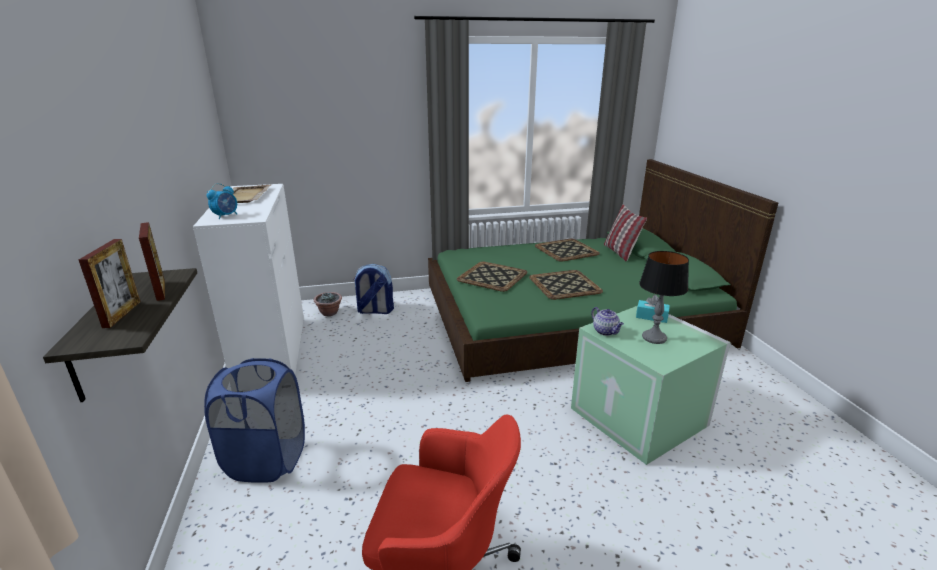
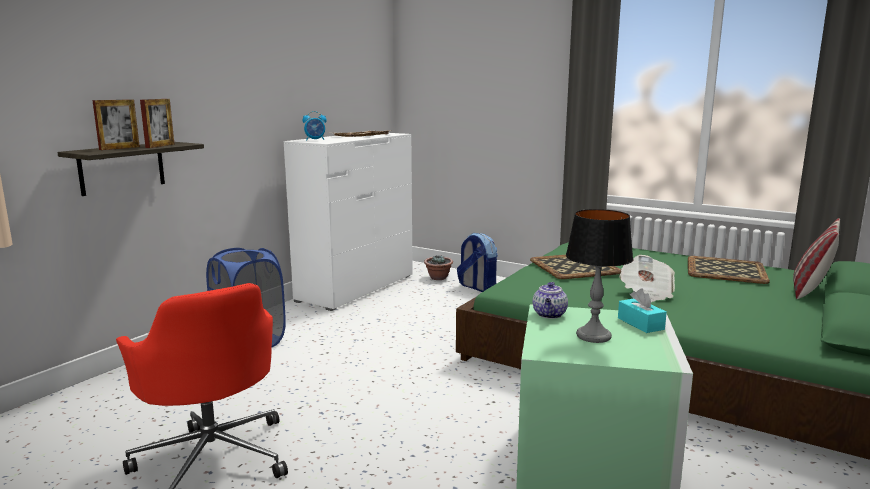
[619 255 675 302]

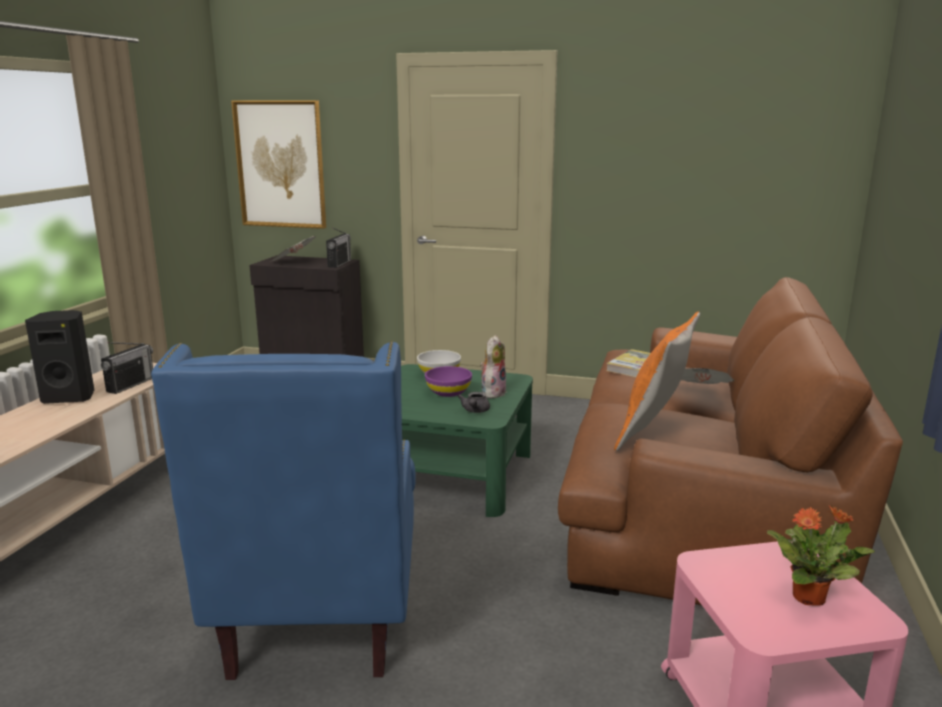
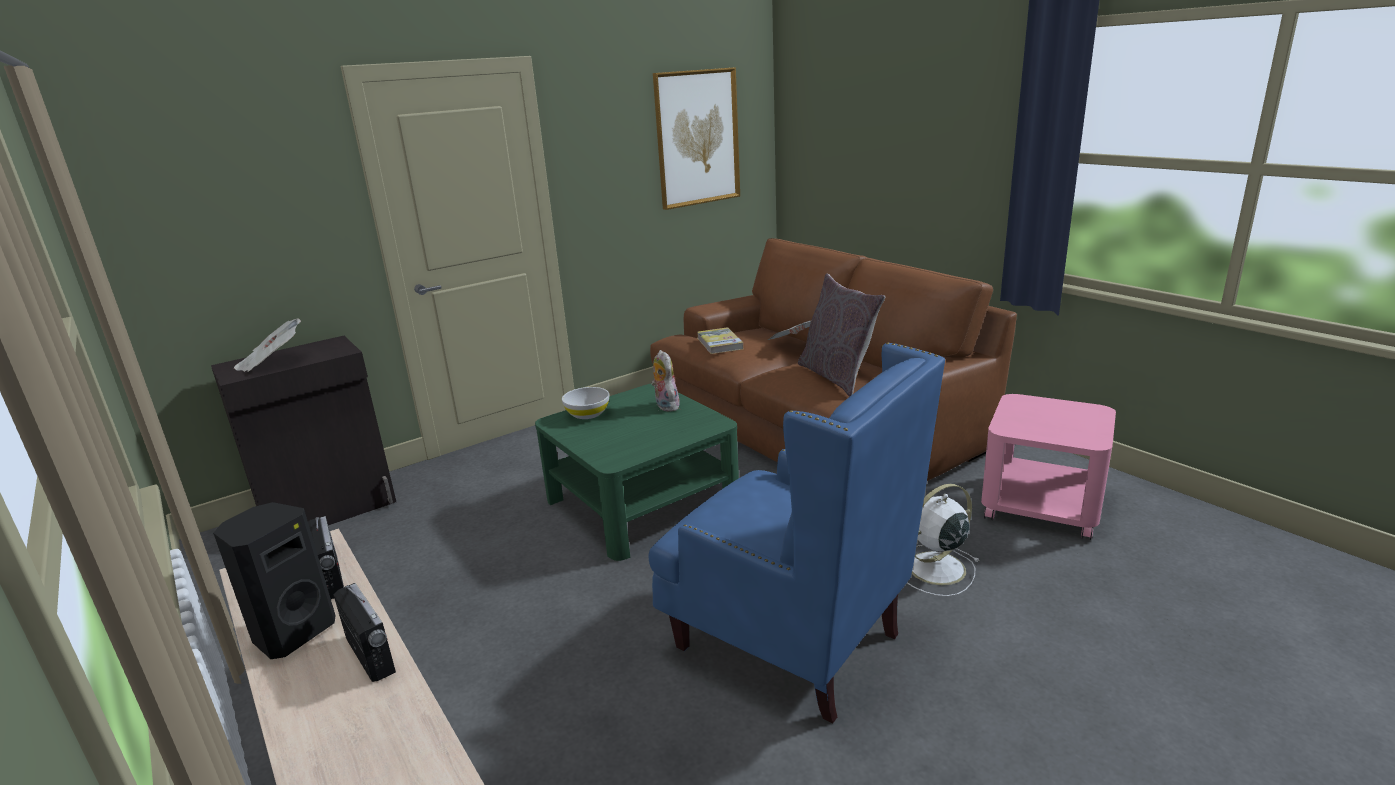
[333 583 396 682]
[653 67 740 210]
[798 273 885 396]
[907 484 980 596]
[425 366 472 397] (first image)
[458 392 490 413] (first image)
[767 505 875 606] (first image)

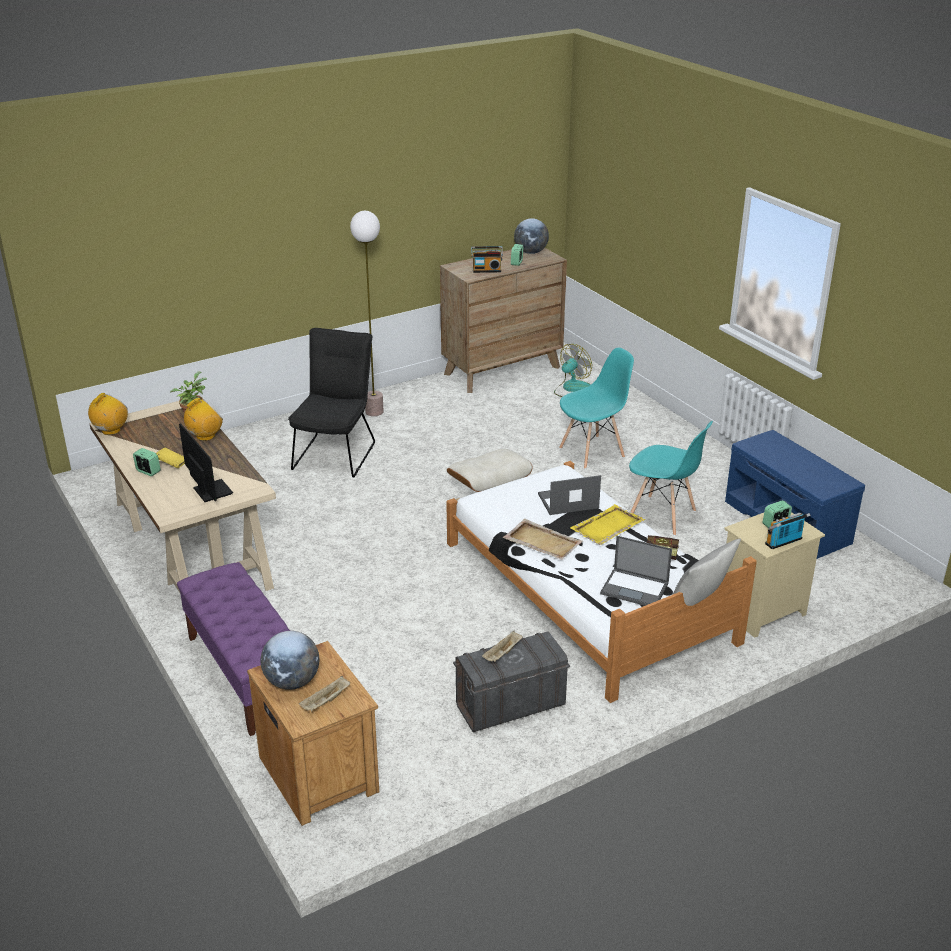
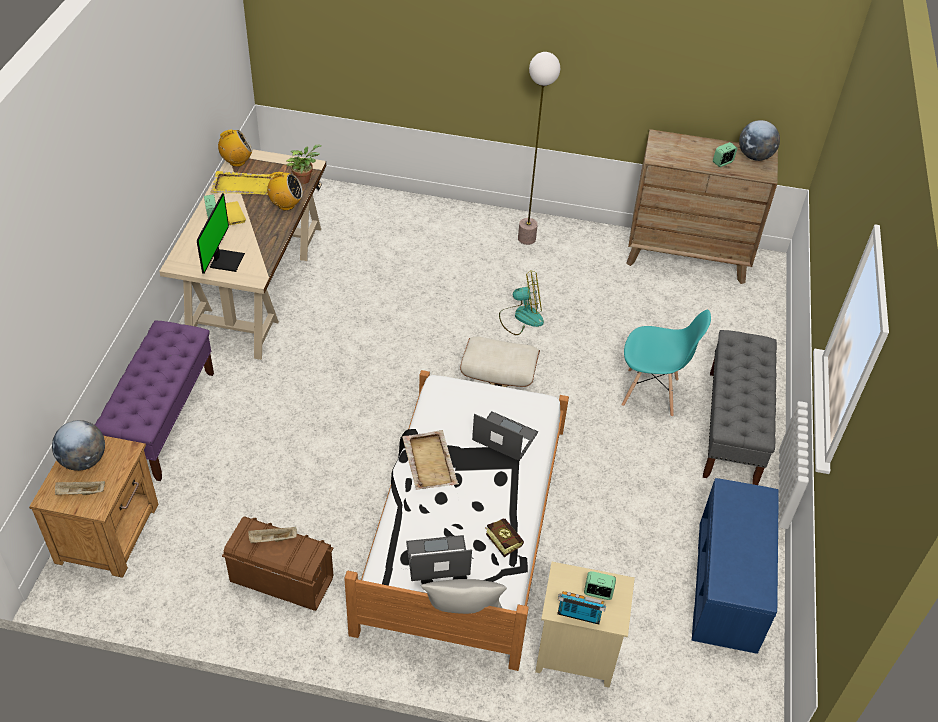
[210 171 274 195]
[222 516 334 611]
[406 535 472 581]
[499 271 544 335]
[703 330 777 485]
[288 328 375 478] (first image)
[471 246 503 273] (first image)
[629 421 713 536] (first image)

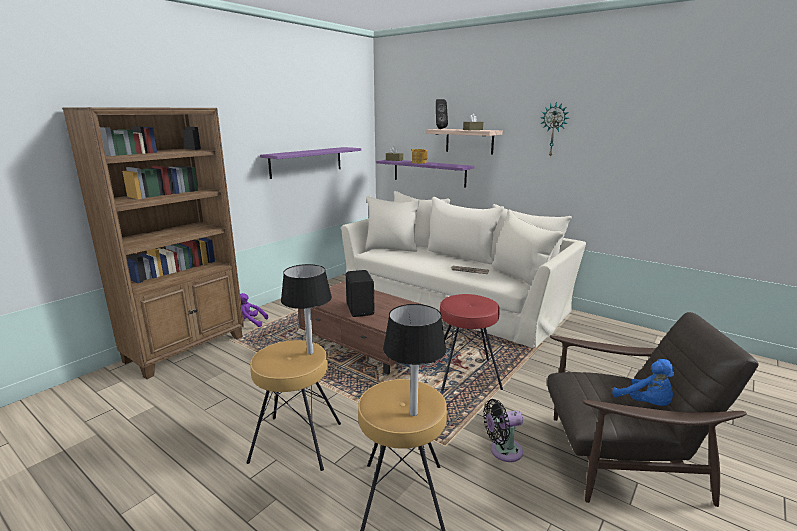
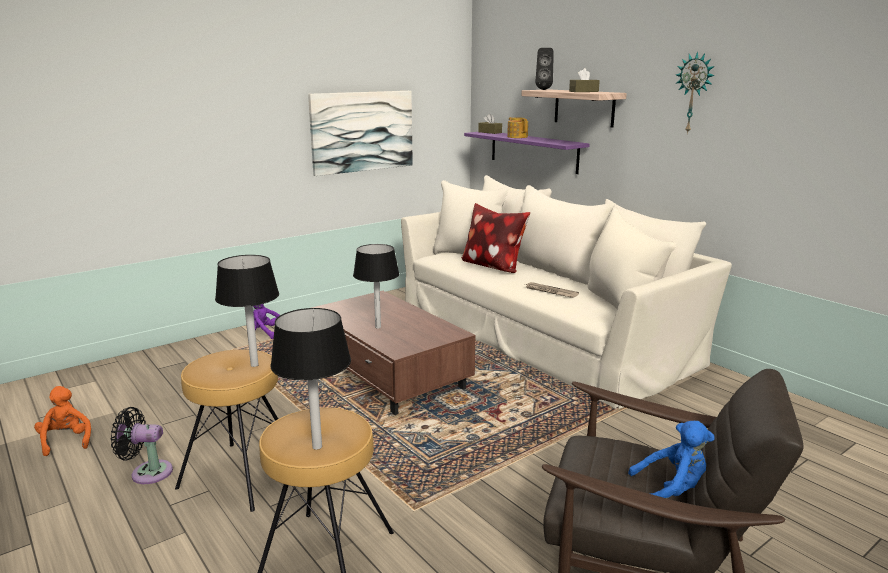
[34 386 91 456]
[110 407 173 484]
[308 91 413 176]
[353 244 399 328]
[461 203 530 273]
[628 421 715 498]
[62 107 244 379] (first image)
[434 294 503 391] (first image)

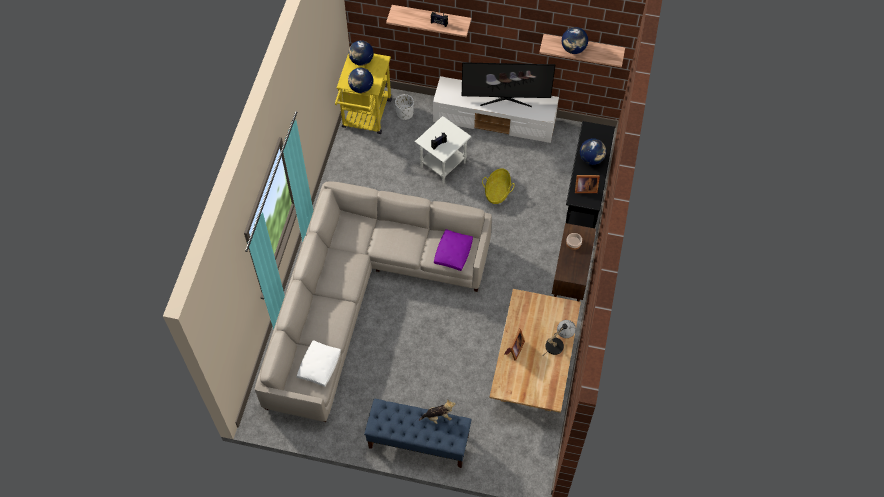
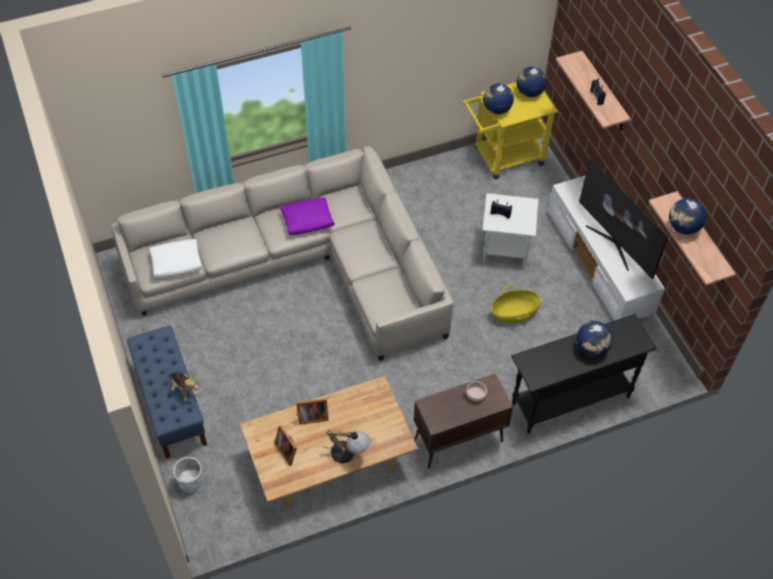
[173 457 203 493]
[274 425 297 466]
[281 198 334 235]

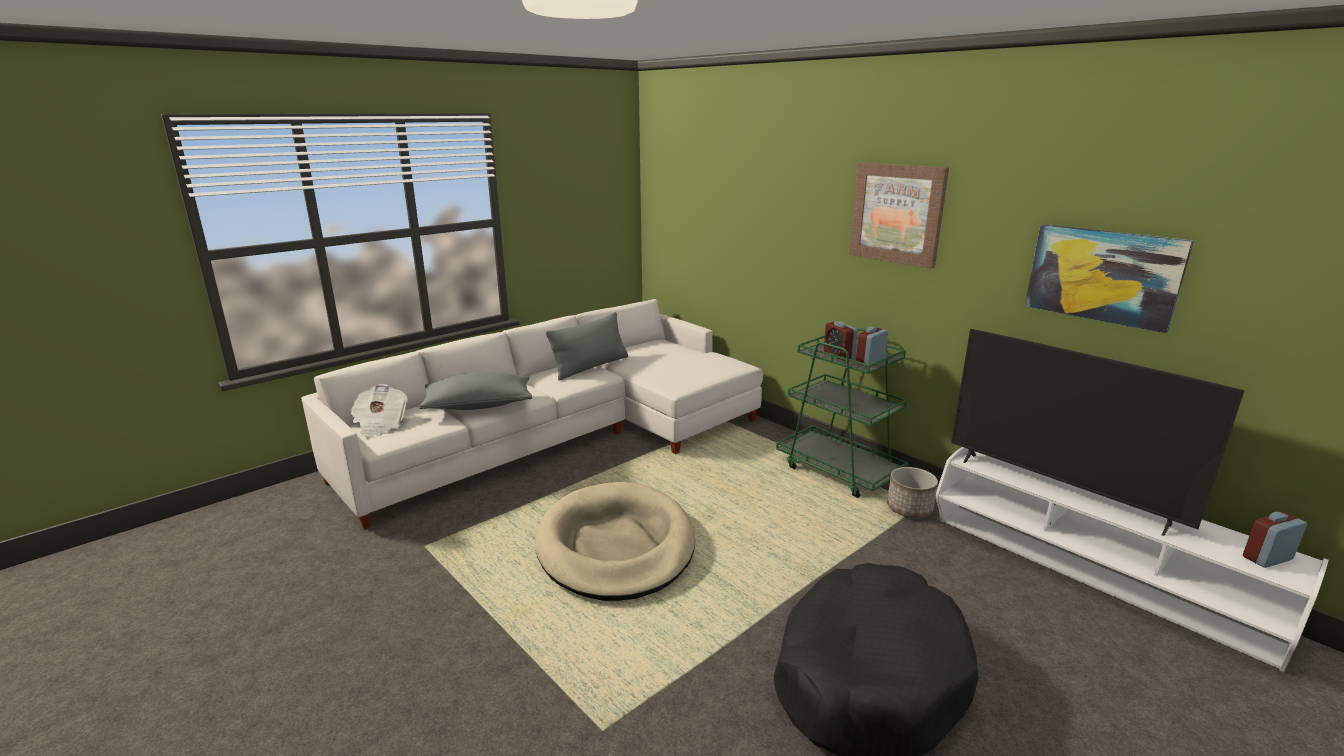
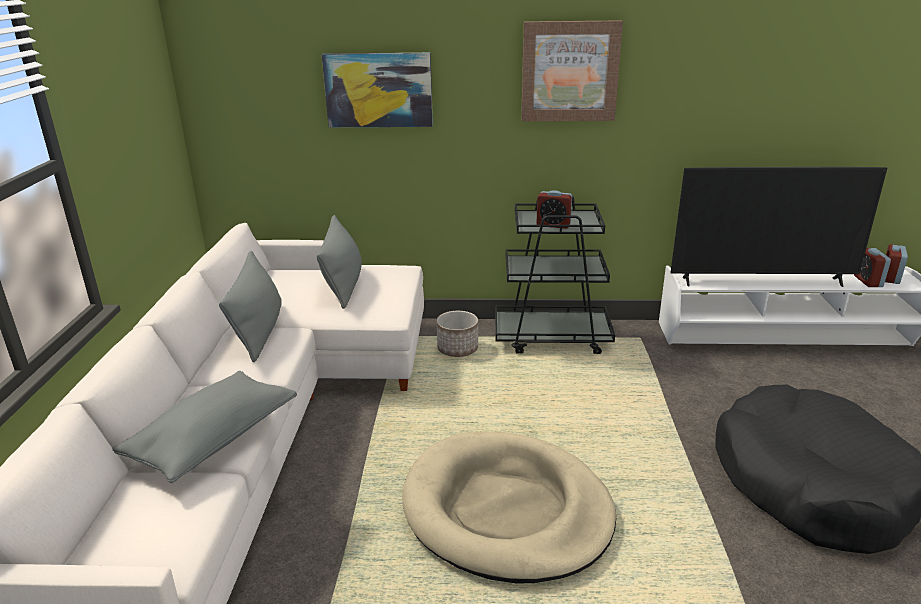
[317 215 362 309]
[322 53 433 127]
[437 311 478 357]
[495 195 615 354]
[854 248 891 287]
[350 384 408 437] (first image)

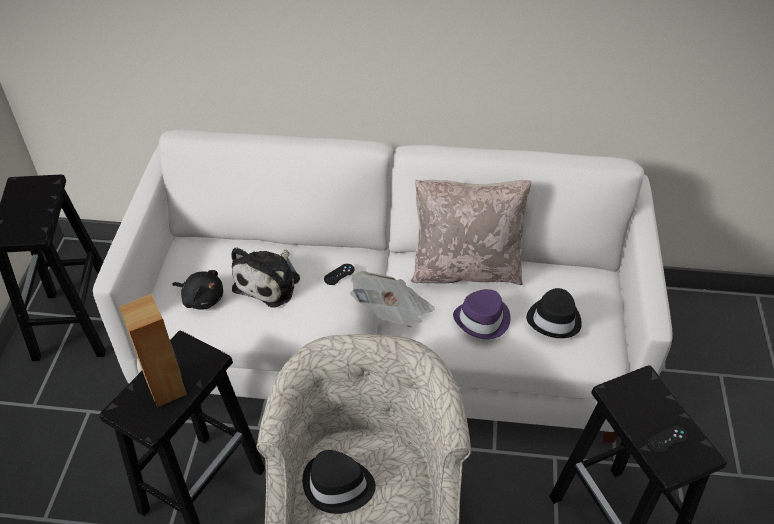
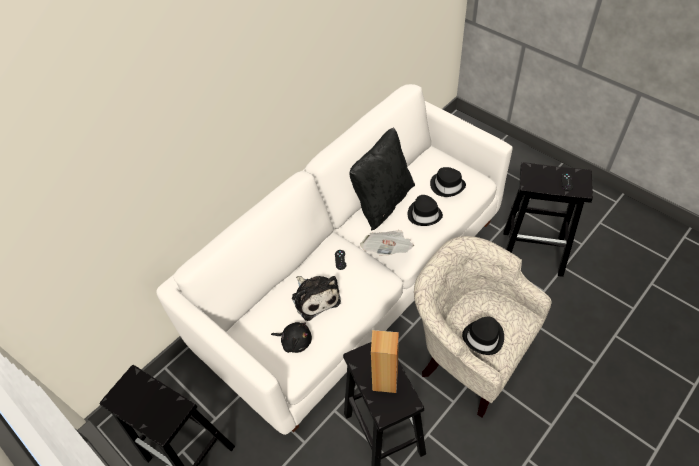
[271 322 312 353]
[349 128 415 231]
[408 195 443 226]

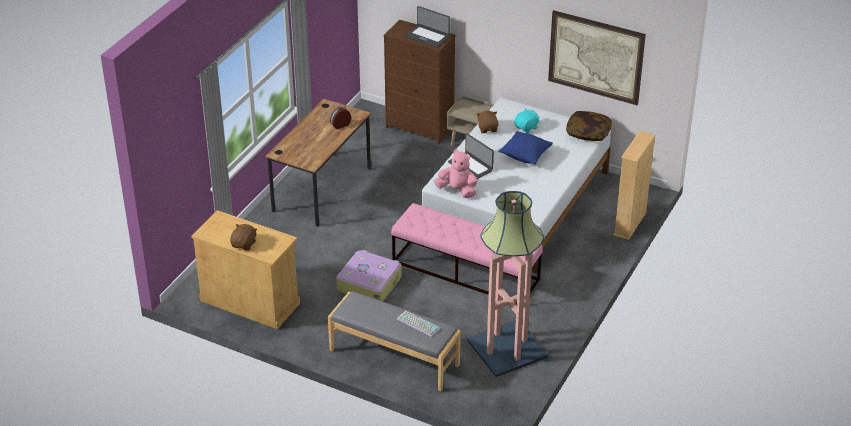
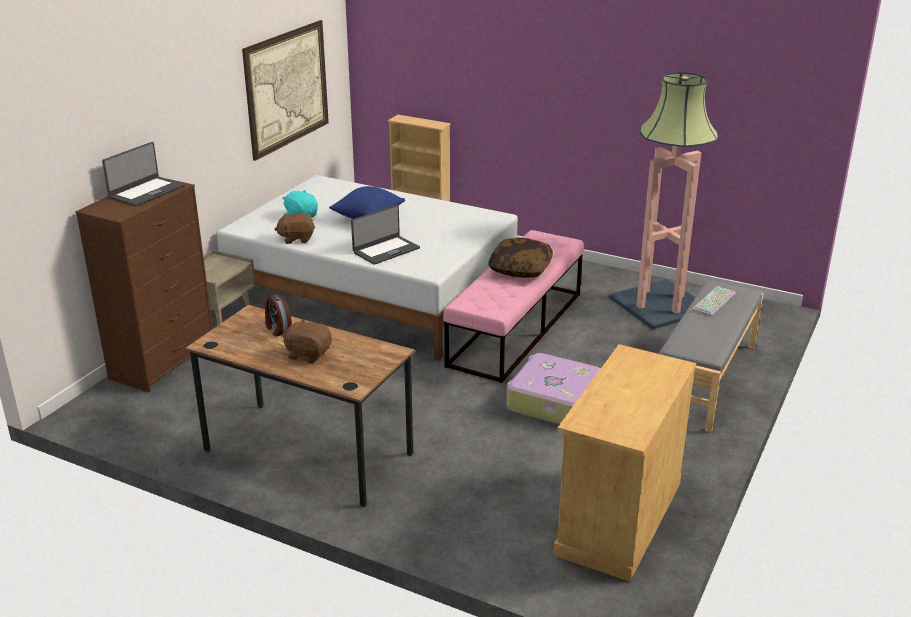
[283 318 332 364]
[488 238 553 278]
[434 149 478 198] (first image)

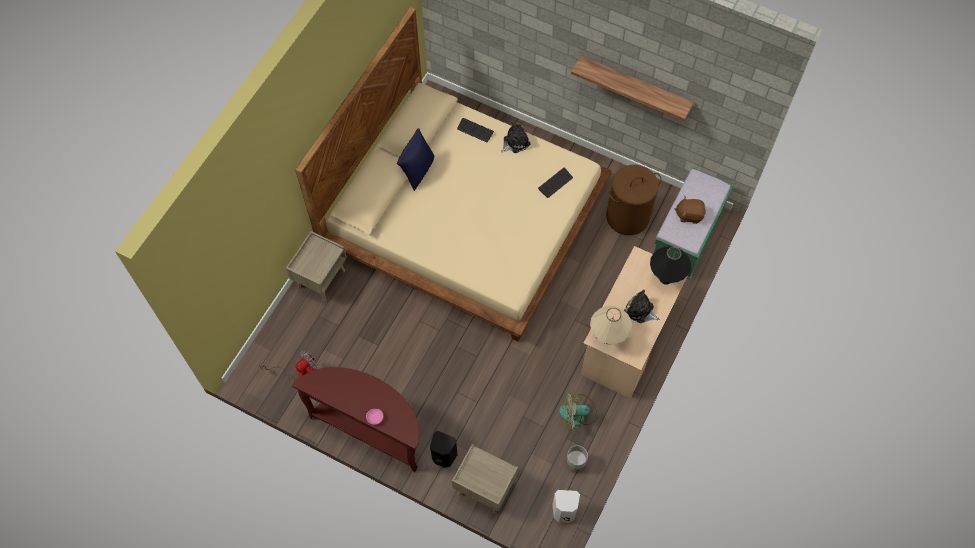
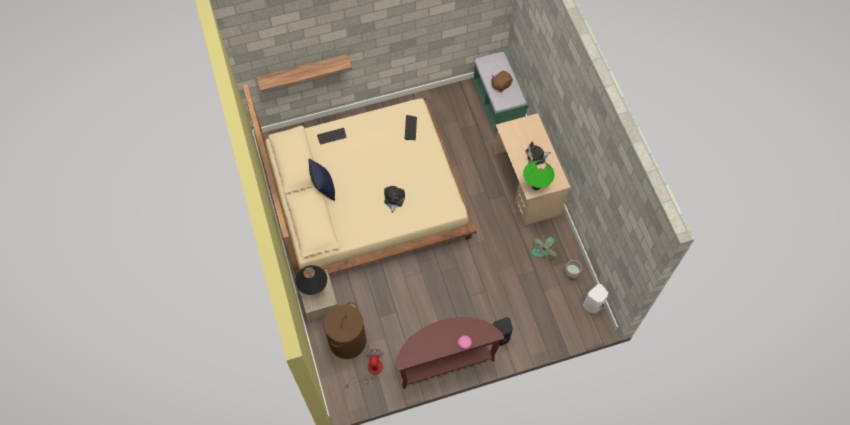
[256 54 352 92]
[295 265 327 295]
[324 302 366 359]
[384 186 405 213]
[523 160 554 190]
[452 444 518 514] (first image)

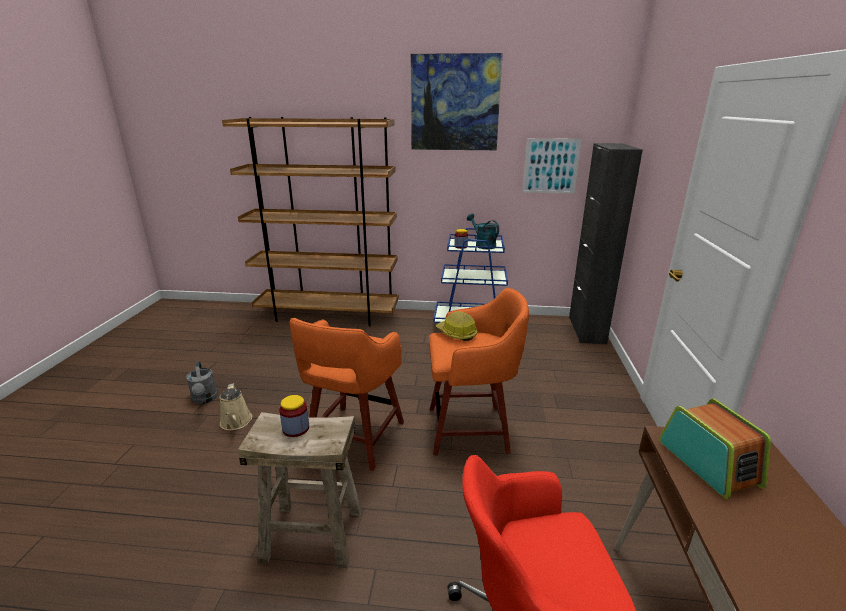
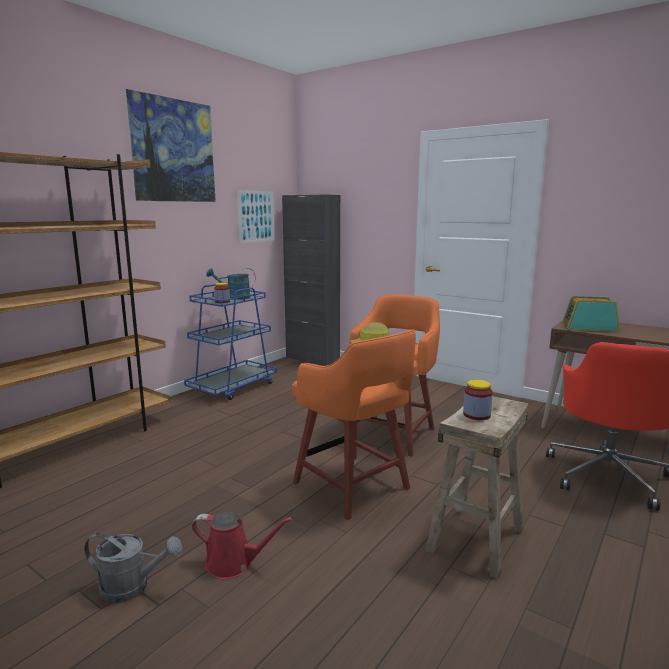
[192 511 292 579]

